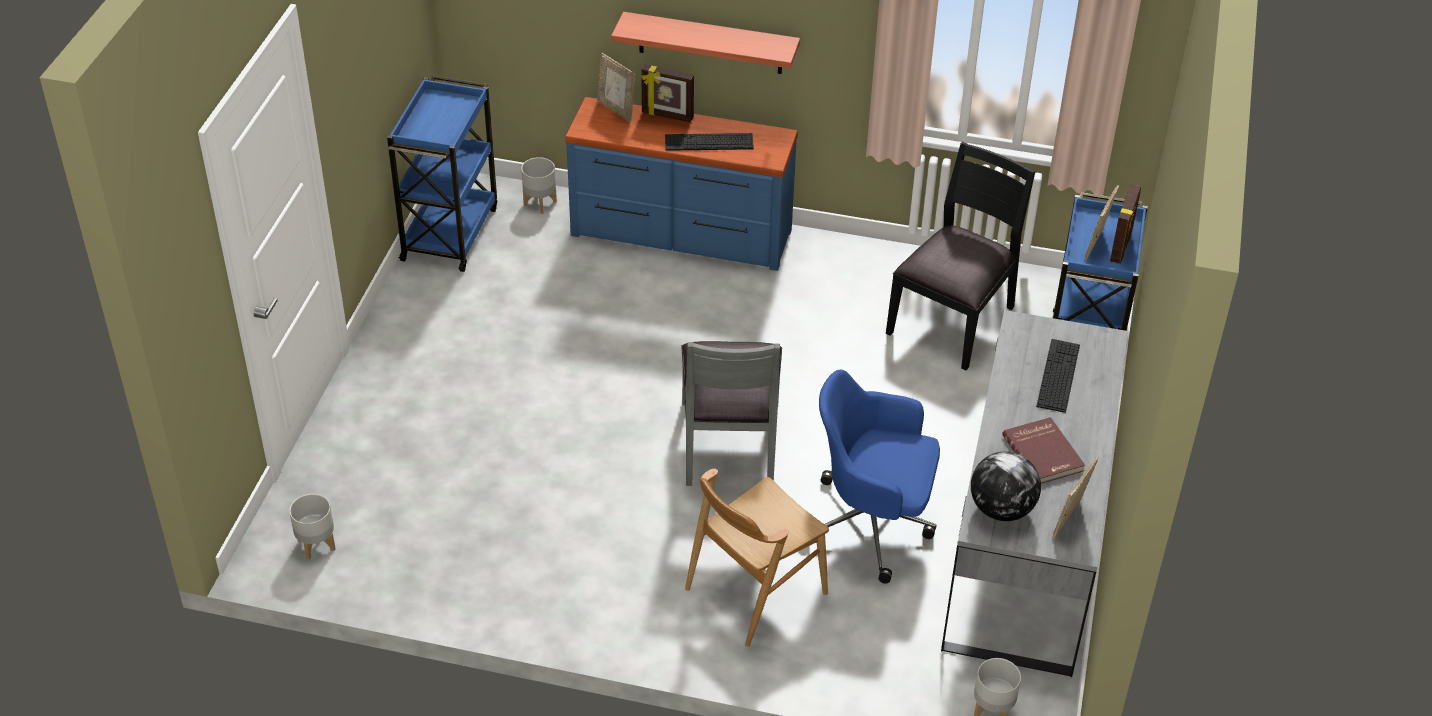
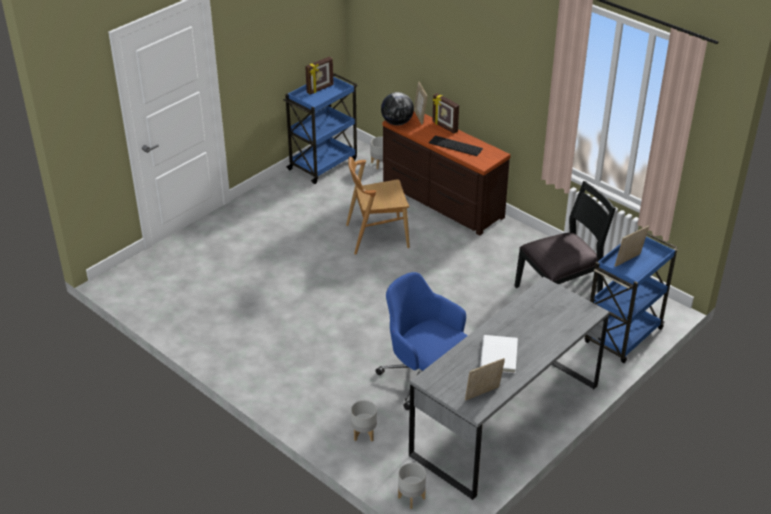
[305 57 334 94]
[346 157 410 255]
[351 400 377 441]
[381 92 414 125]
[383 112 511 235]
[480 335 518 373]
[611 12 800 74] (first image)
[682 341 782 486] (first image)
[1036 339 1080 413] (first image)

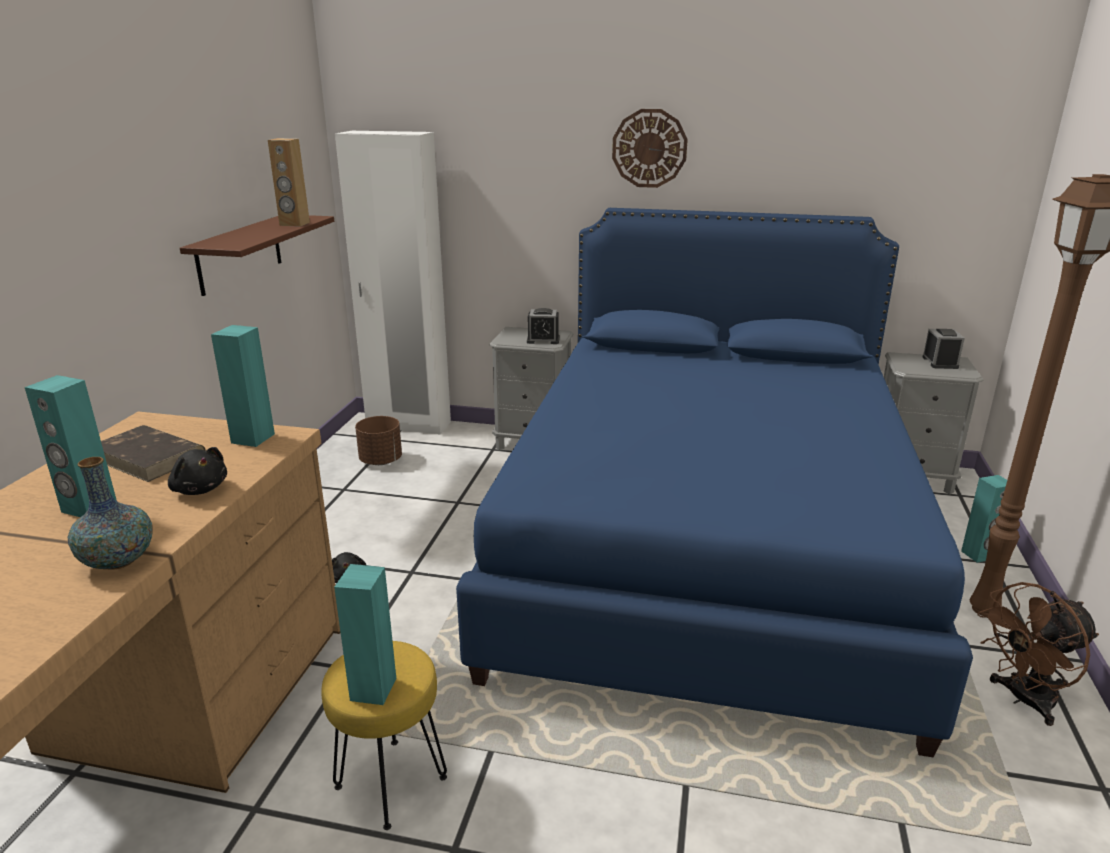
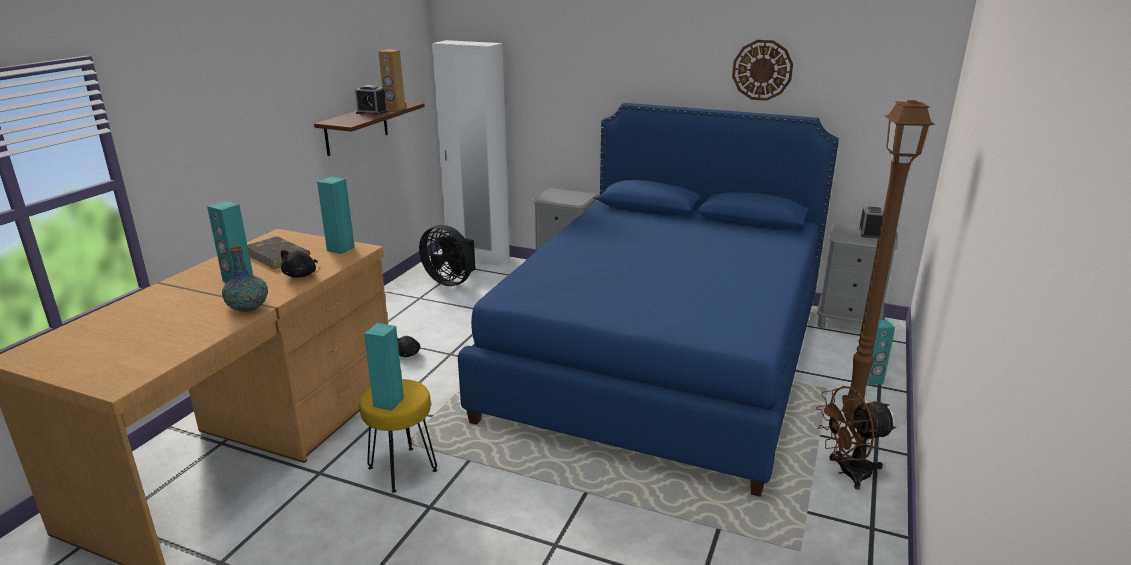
[281 250 318 277]
[355 85 387 115]
[419 225 475 286]
[732 40 793 101]

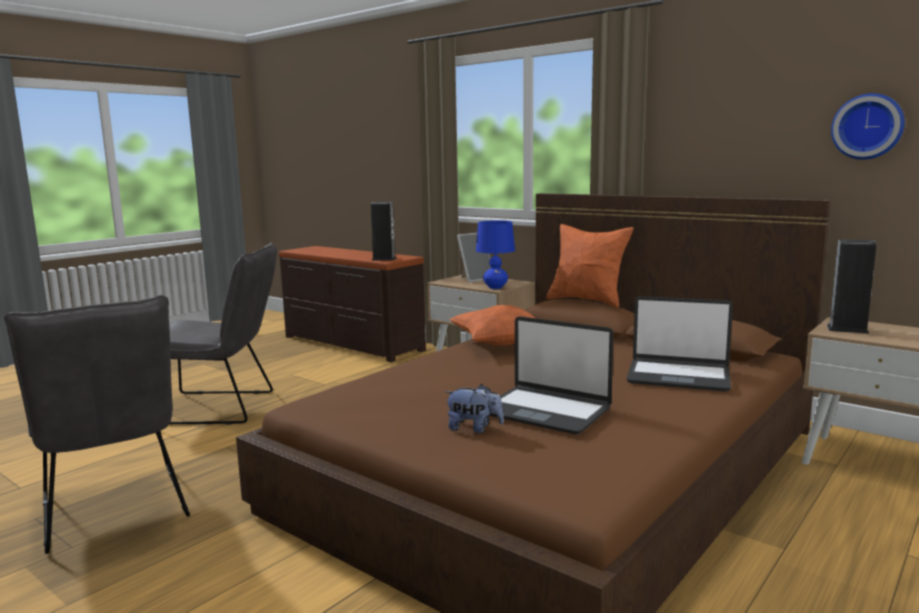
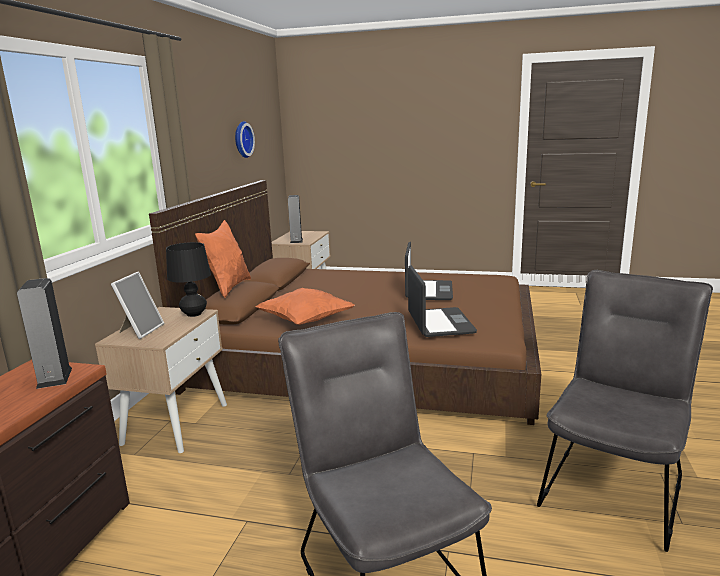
[111 272 164 339]
[166 242 211 317]
[408 265 477 337]
[445 384 504 433] (first image)

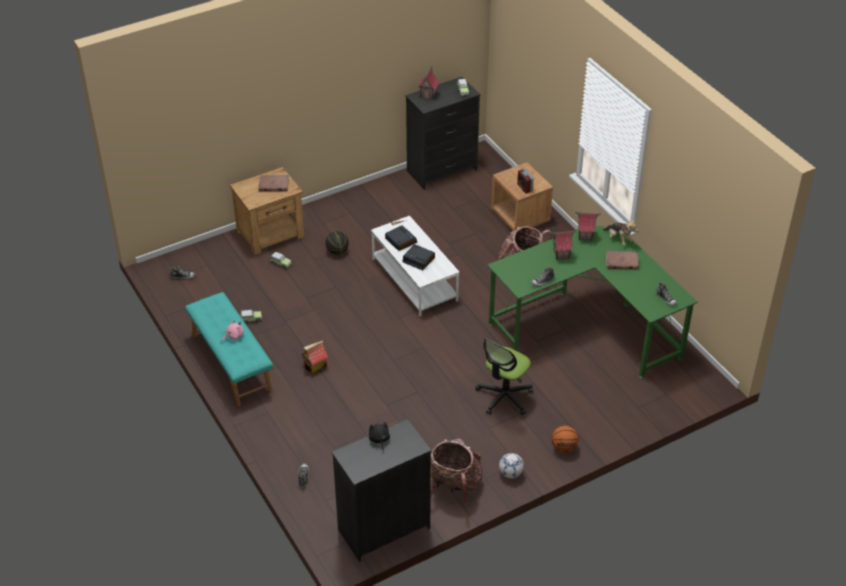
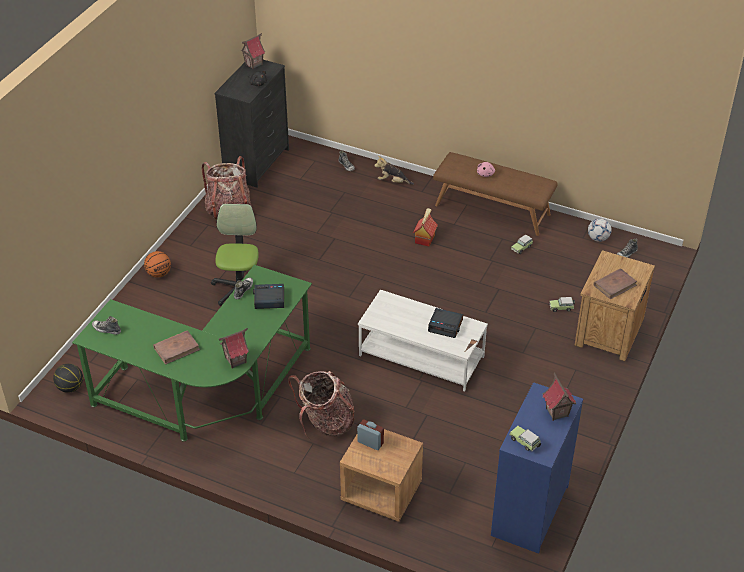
[53 364 83 393]
[240 33 265 69]
[253 284 284 309]
[374 156 414 185]
[433 152 558 236]
[491 382 583 554]
[588 218 612 242]

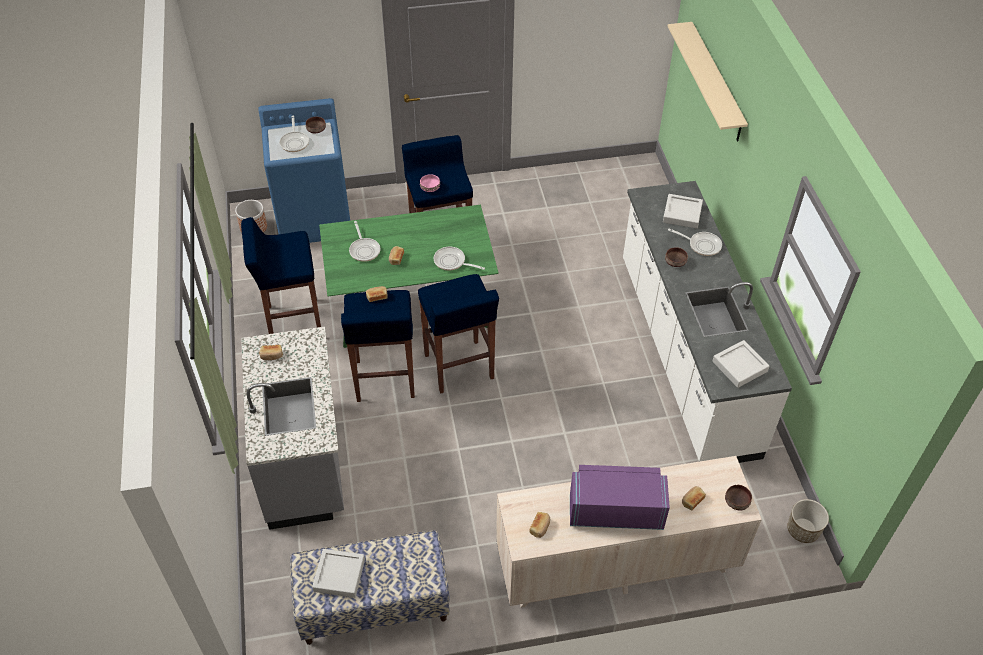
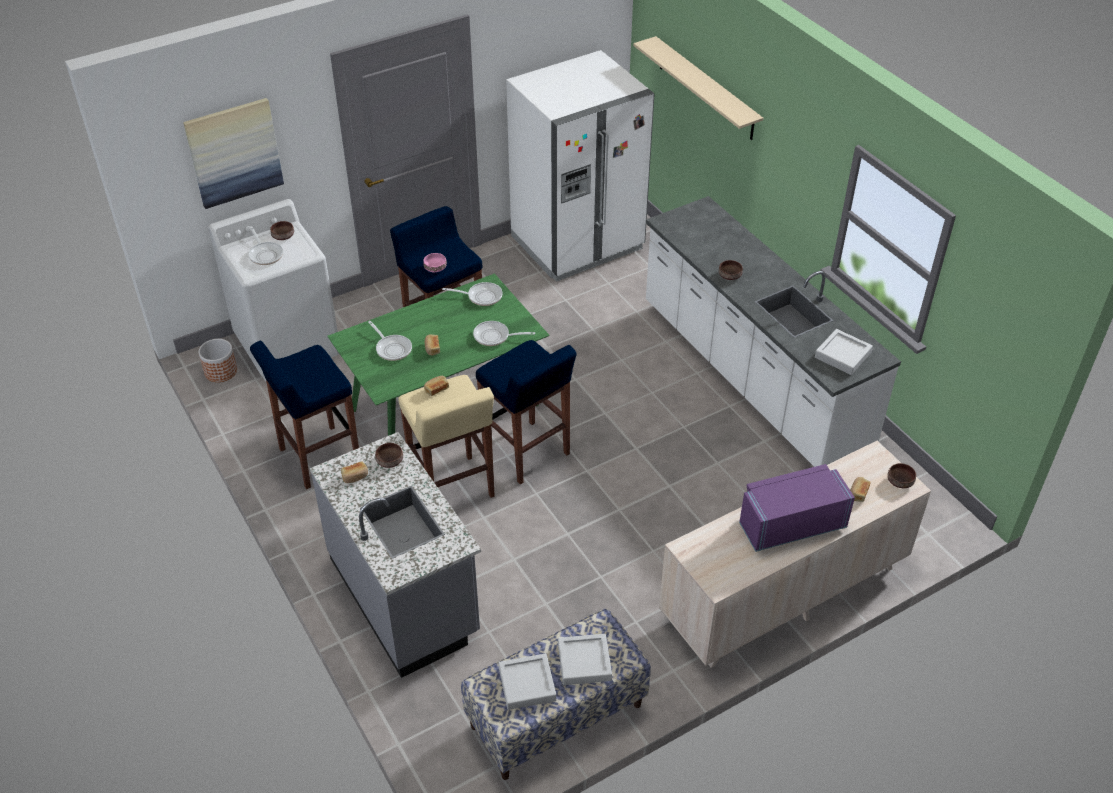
[183 98 284 209]
[208 199 339 381]
[375 443 403 468]
[398 375 495 498]
[442 282 502 306]
[506 50 654 282]
[558 634 612 685]
[529 512 550 538] (first image)
[787 499 829 543] (first image)

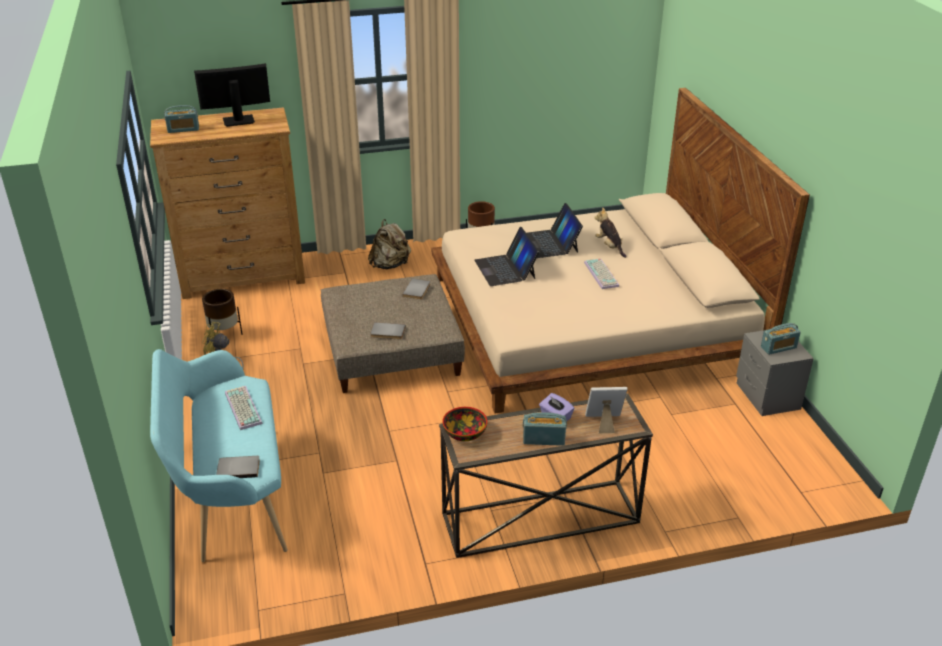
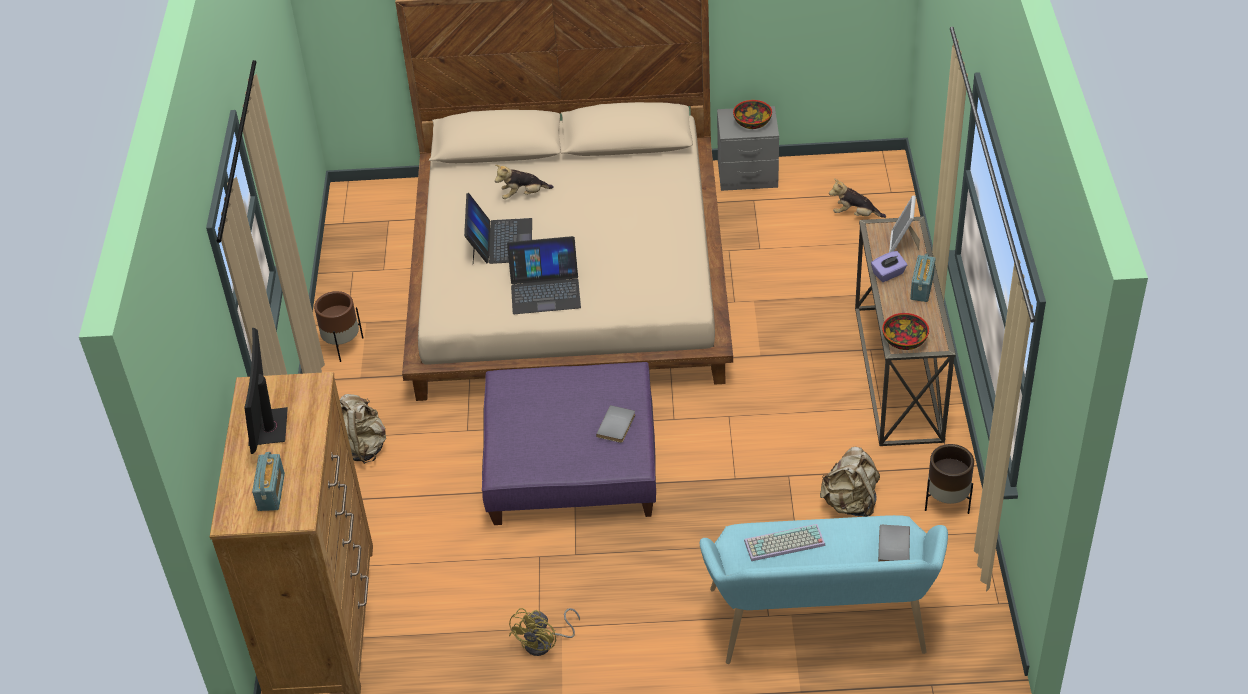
[464 193 532 264]
[482 362 656 525]
[733 100 772 129]
[820 447 880 517]
[829 179 886 218]
[925 444 974 514]
[402 279 430 300] (first image)
[584 259 619 289] (first image)

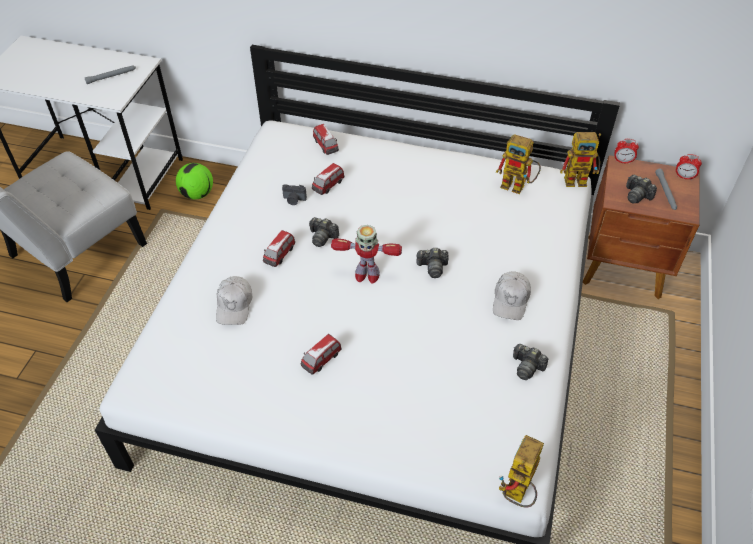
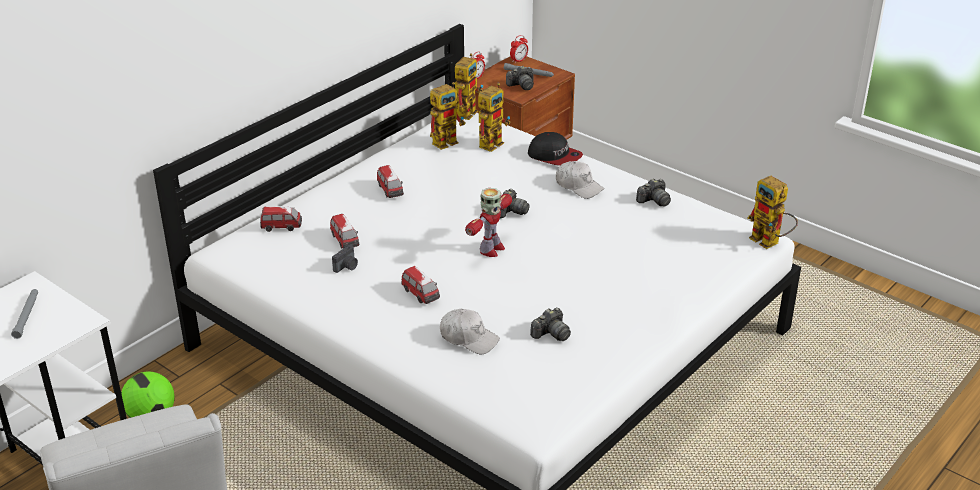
[377 165 404 198]
[478 83 510 152]
[528 132 583 166]
[530 308 571 341]

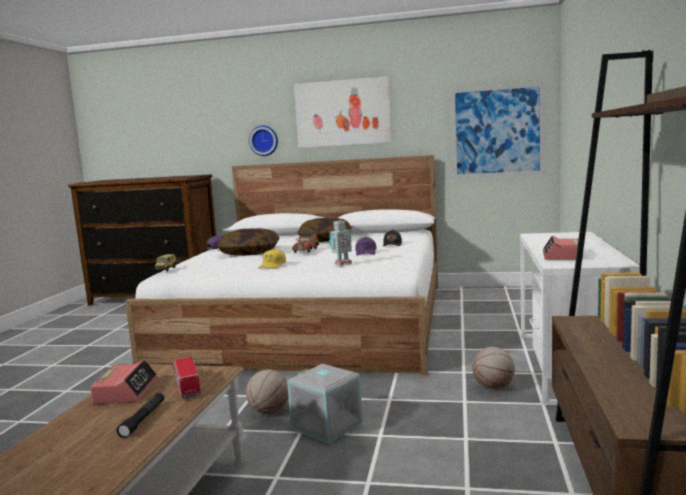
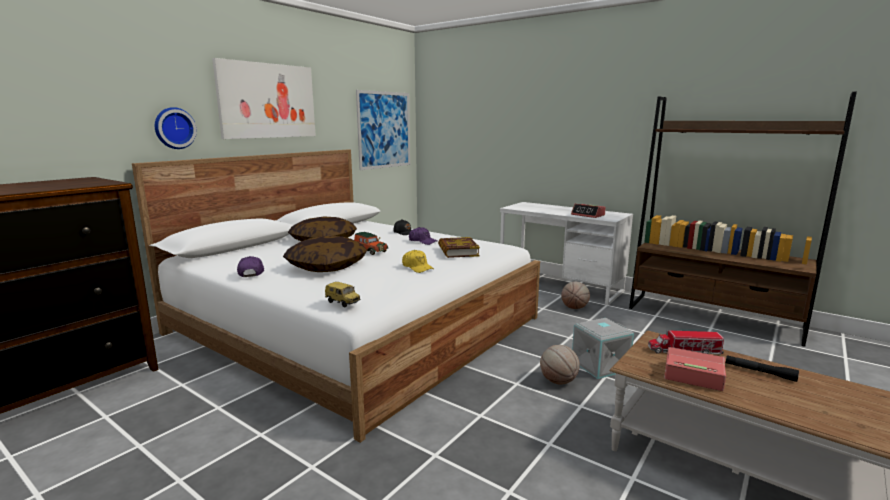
[438 237 480 258]

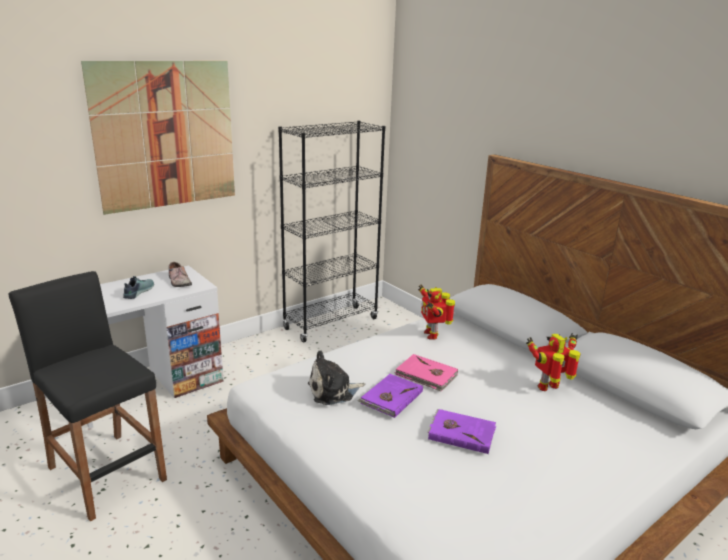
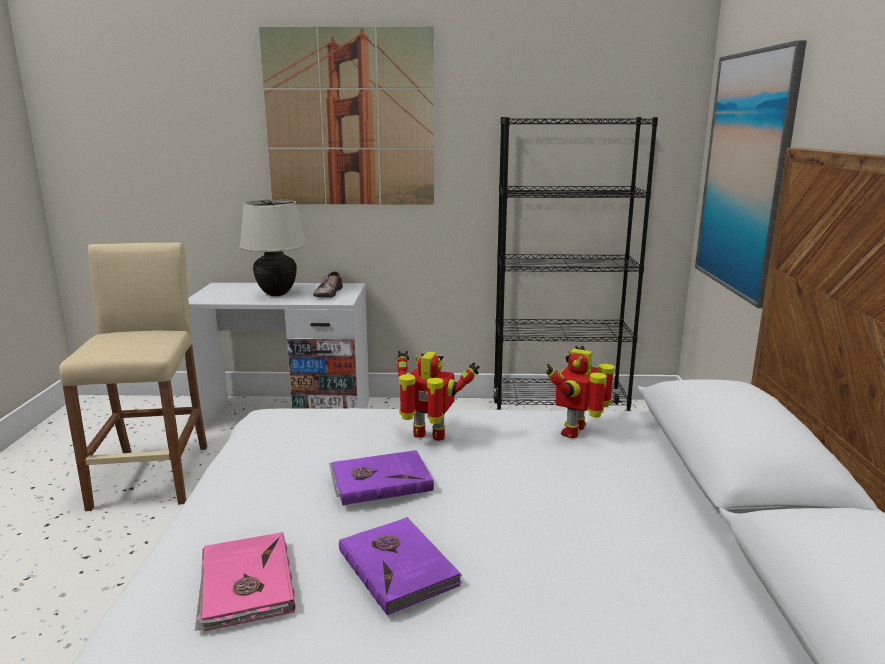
[59 243 207 511]
[195 532 295 631]
[239 200 307 296]
[397 351 480 441]
[695 40 807 308]
[308 350 365 405] (first image)

